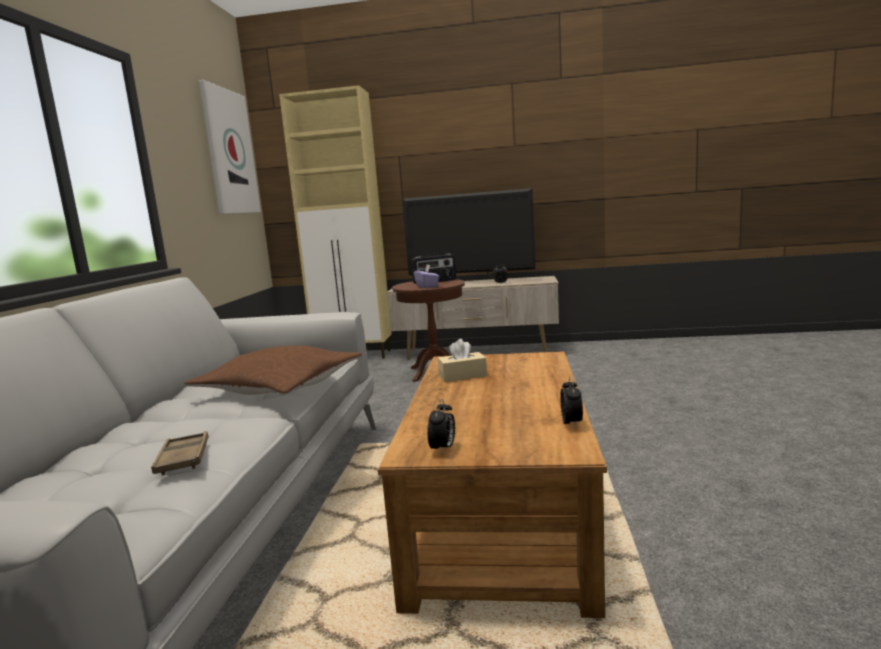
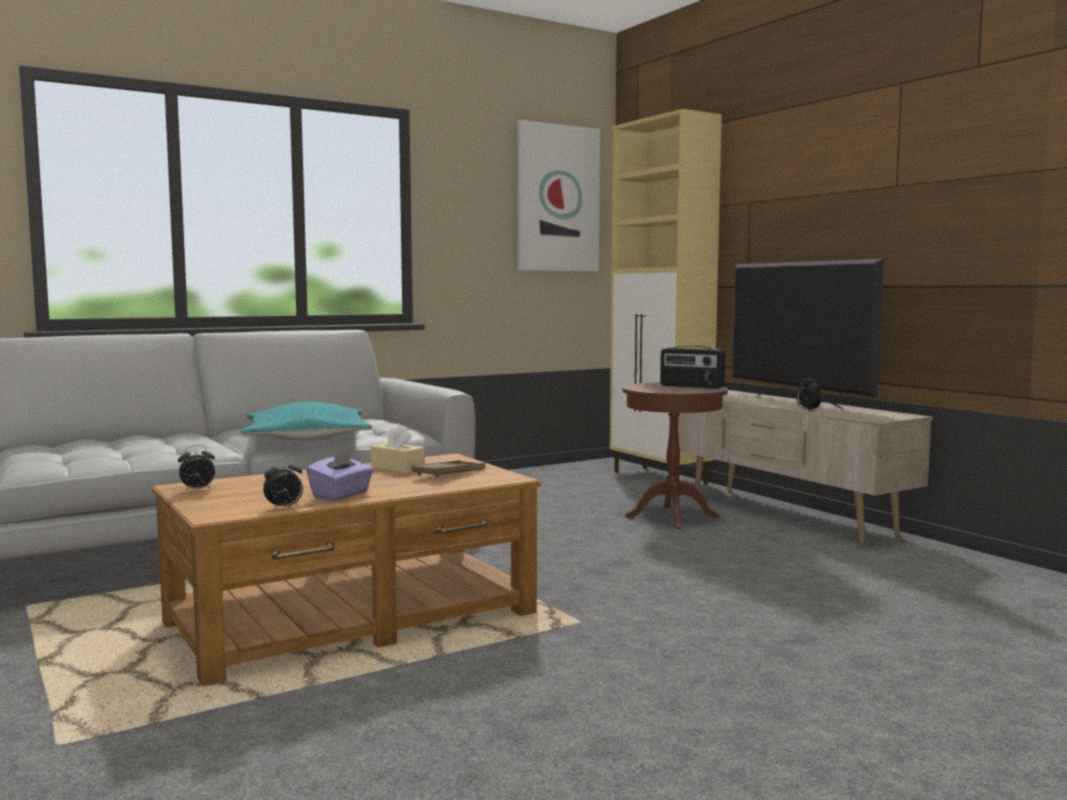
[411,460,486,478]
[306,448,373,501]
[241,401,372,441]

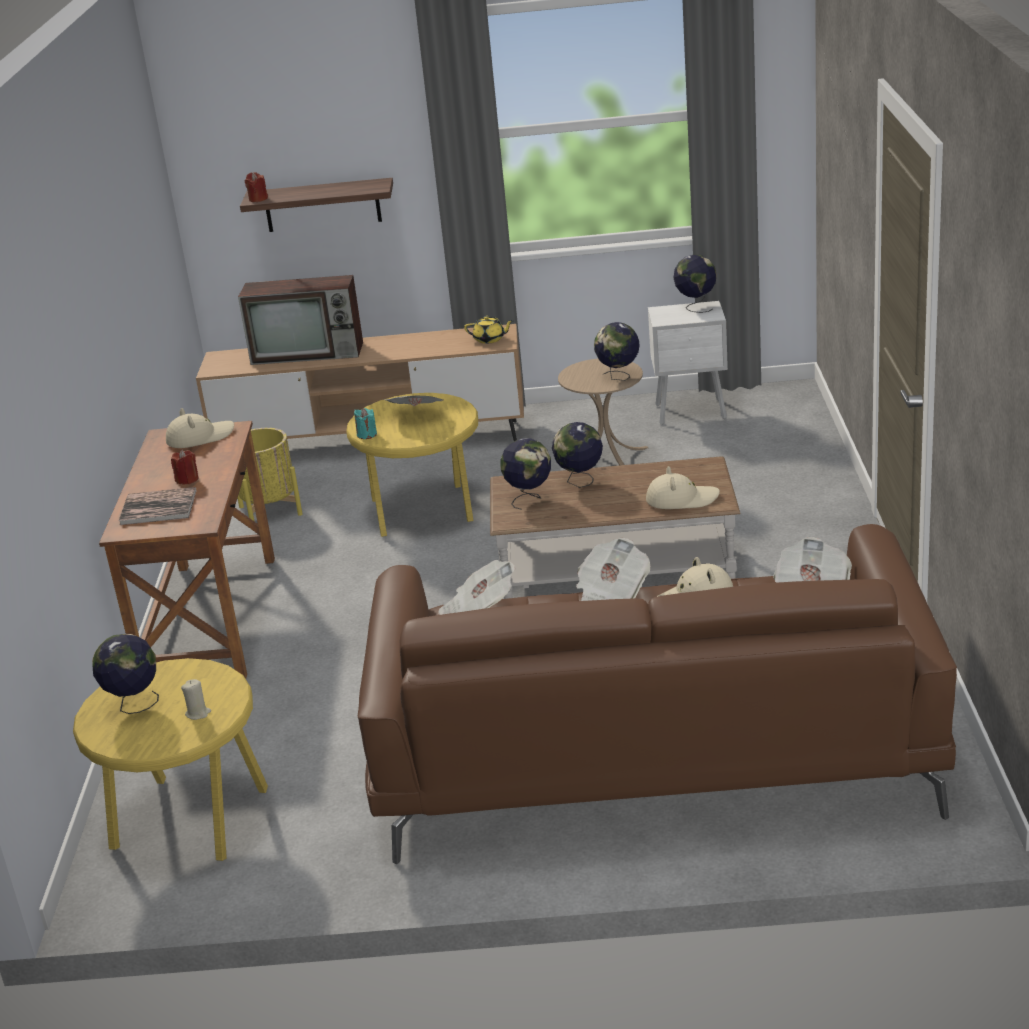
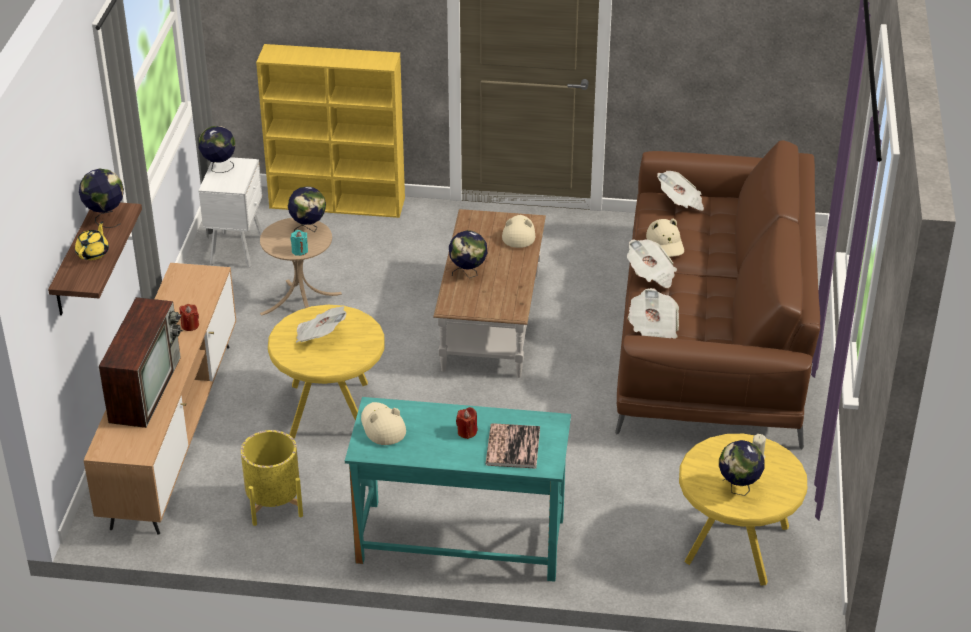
[256,44,405,218]
[180,304,199,331]
[291,230,308,256]
[75,221,109,260]
[79,168,124,228]
[345,397,571,582]

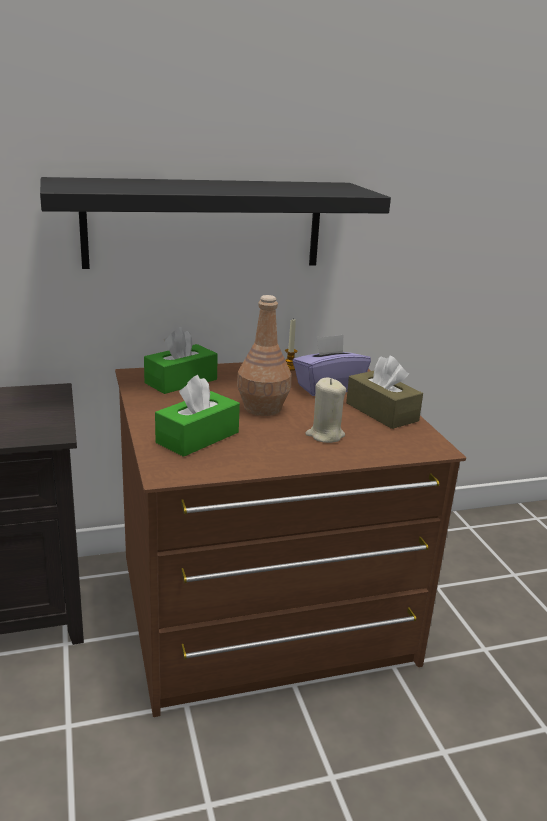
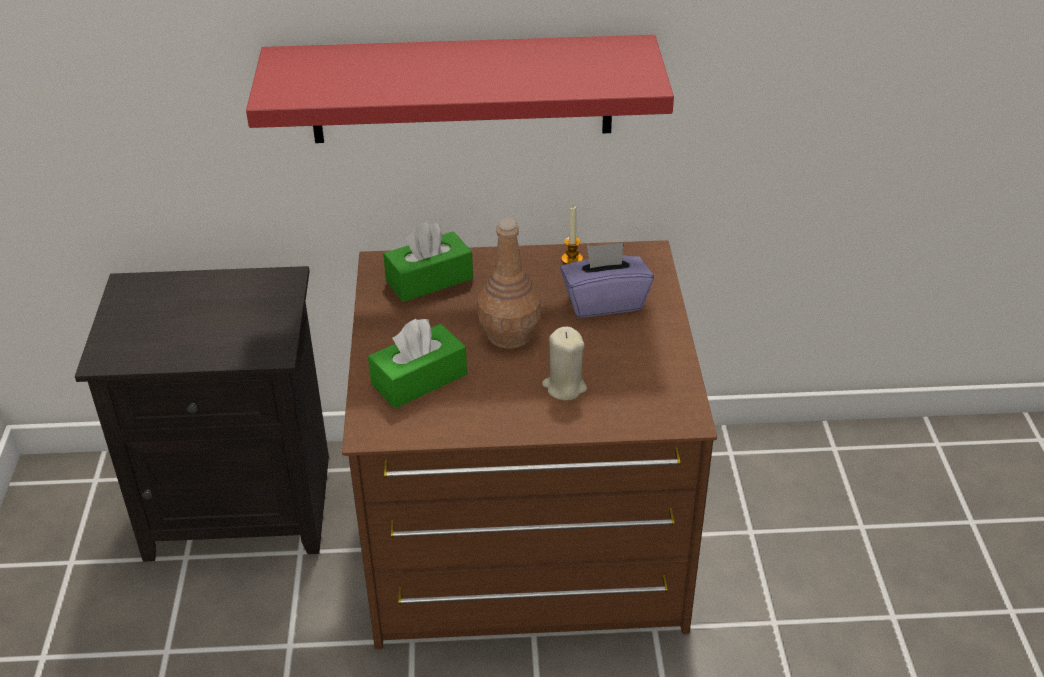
[346,356,423,429] (first image)
[246,35,674,143]

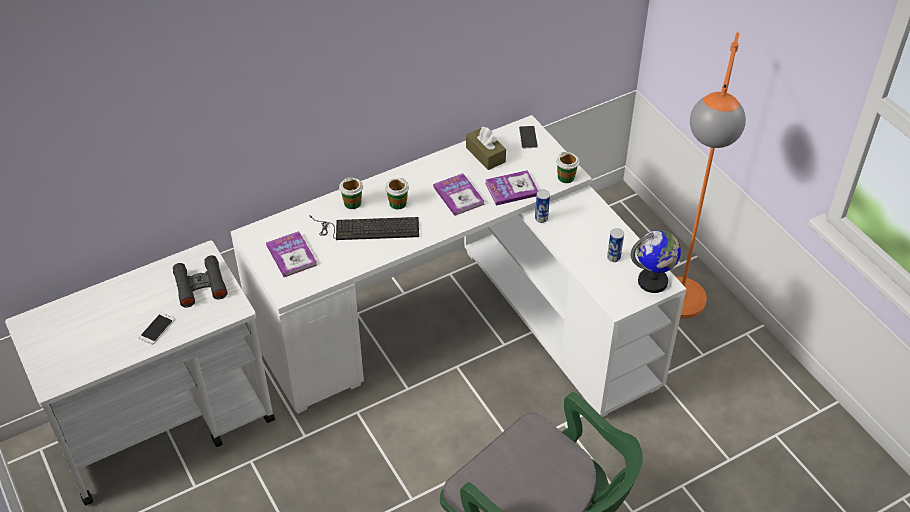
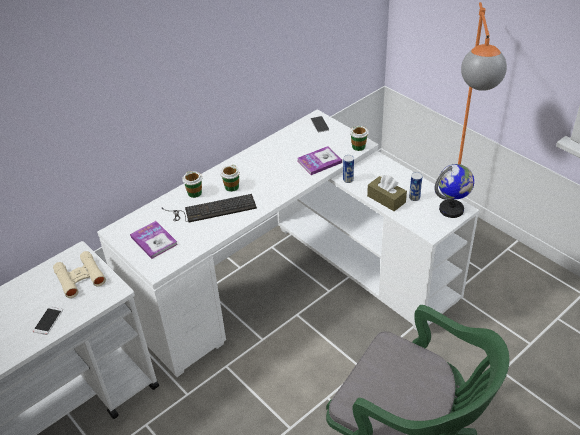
[433,173,485,216] (first image)
[367,175,407,211]
[53,251,106,298]

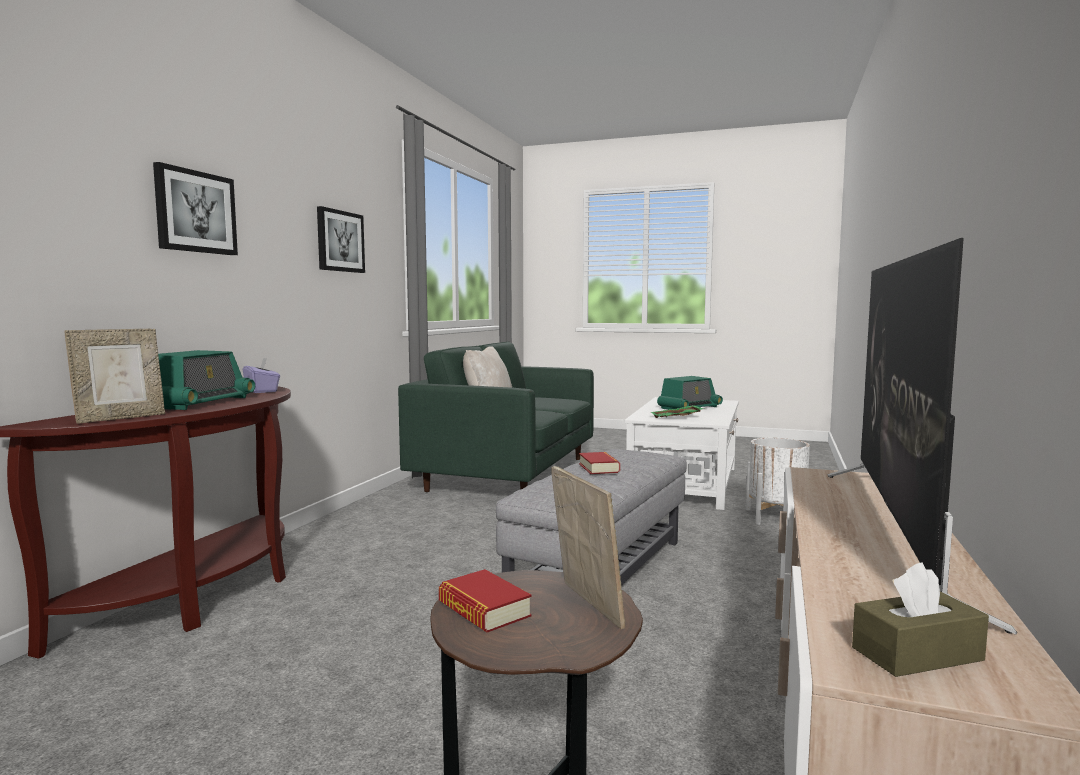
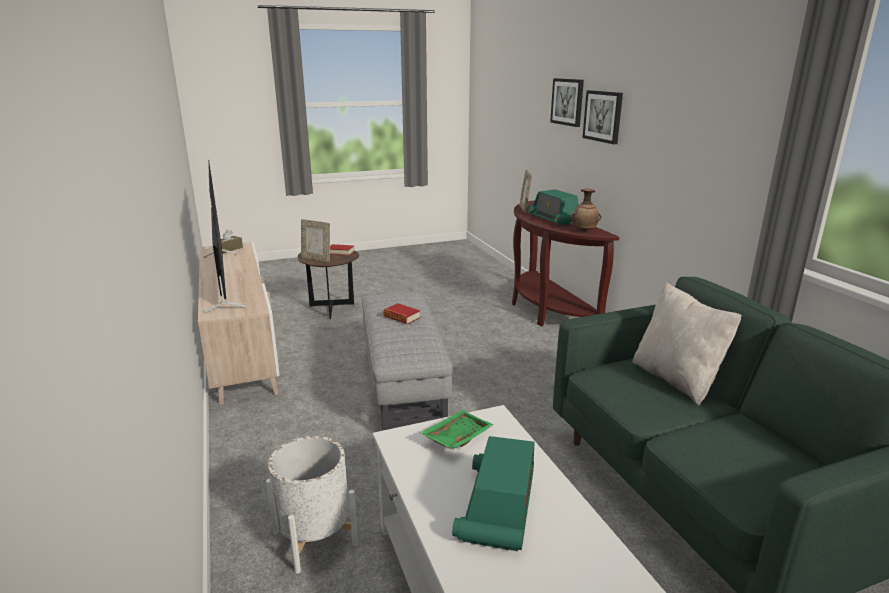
[550,78,584,127]
[570,189,601,232]

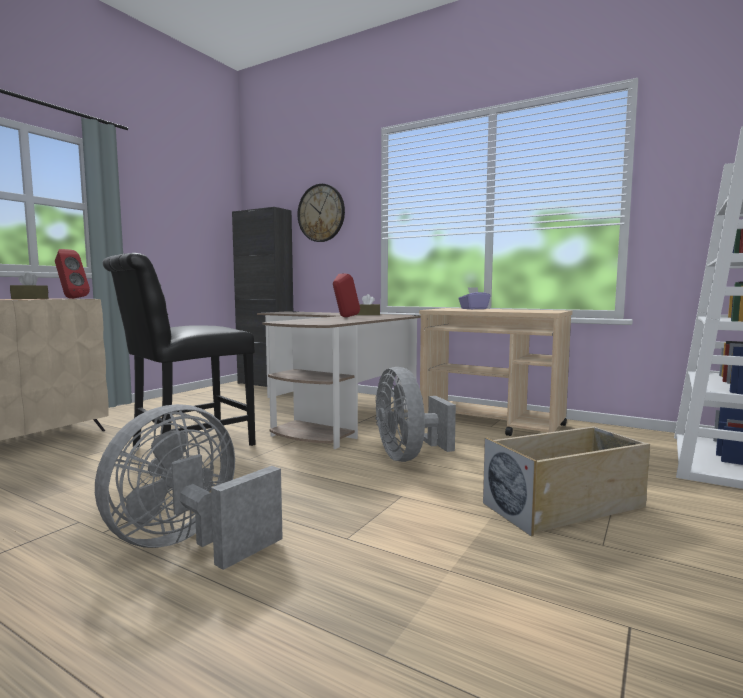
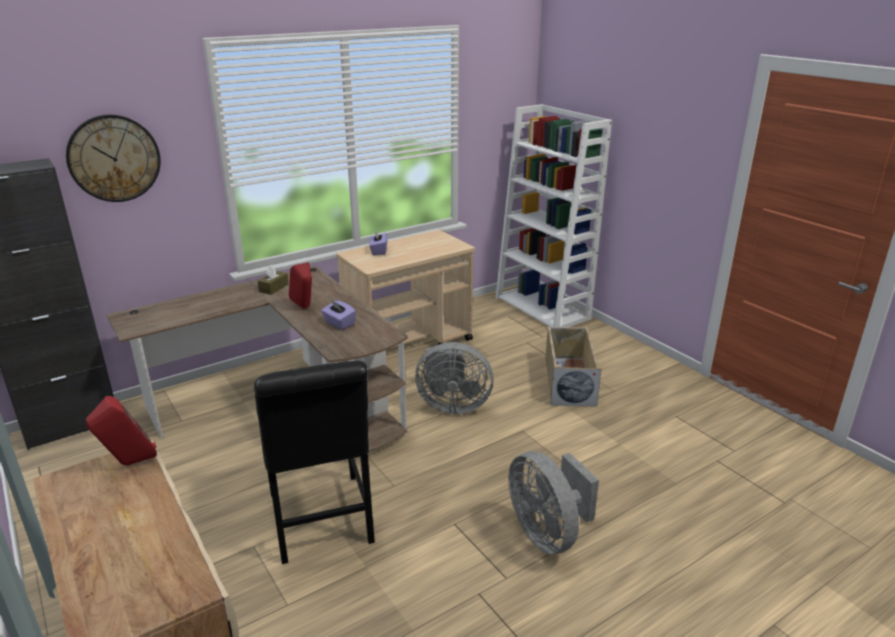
[10,272,48,299] (first image)
[321,300,356,330]

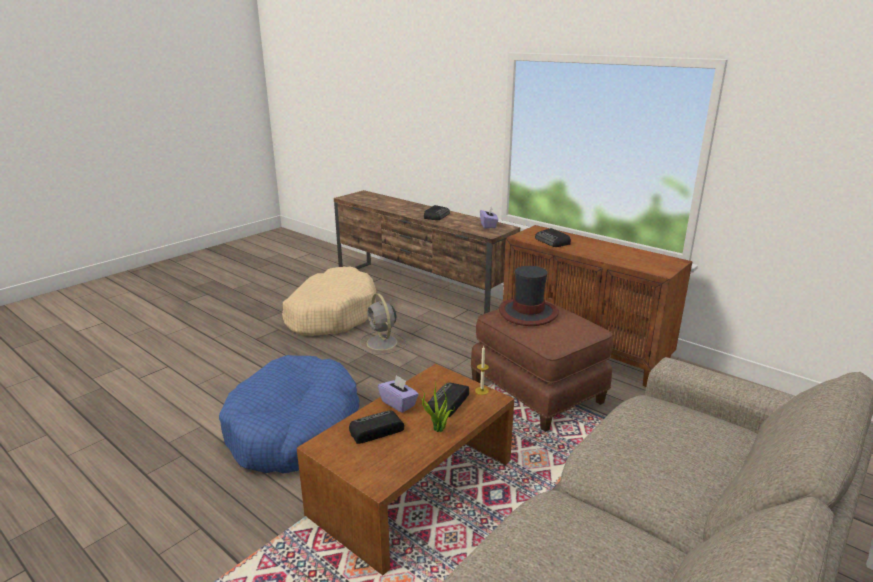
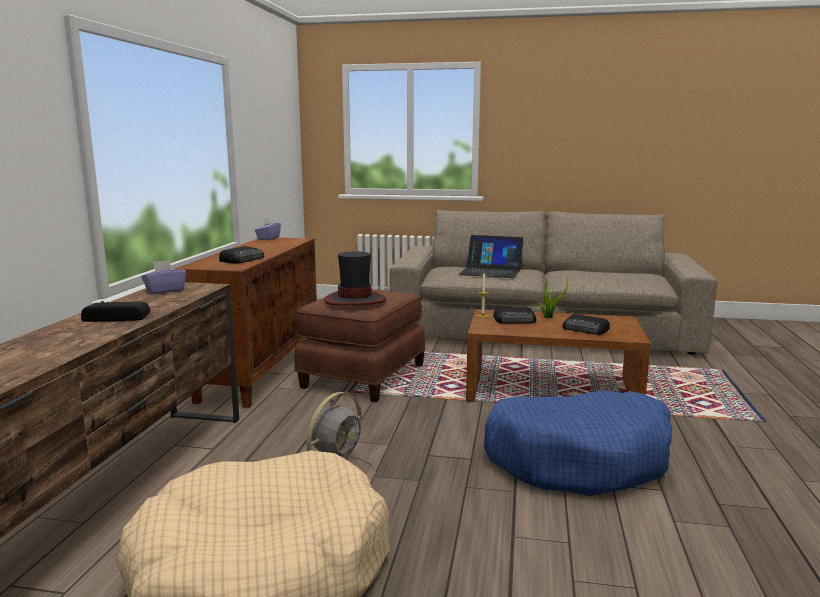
[459,235,524,278]
[255,217,281,240]

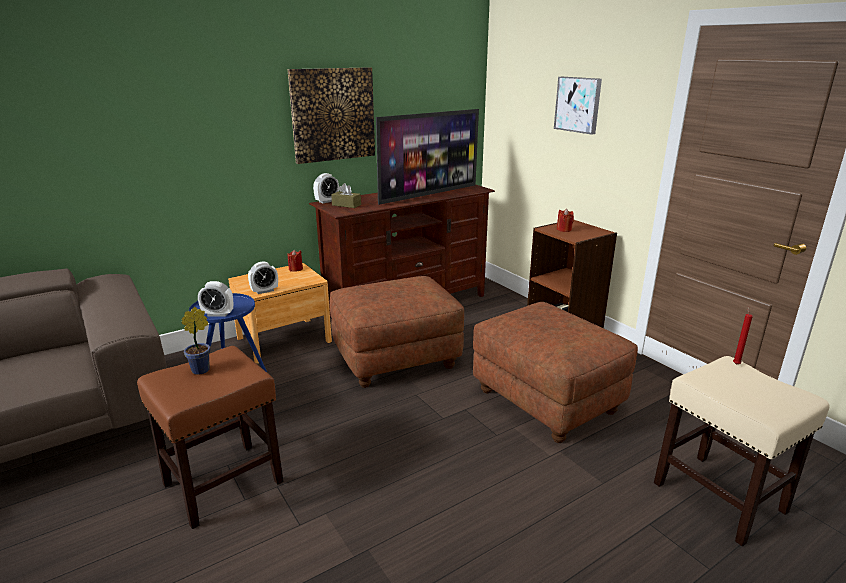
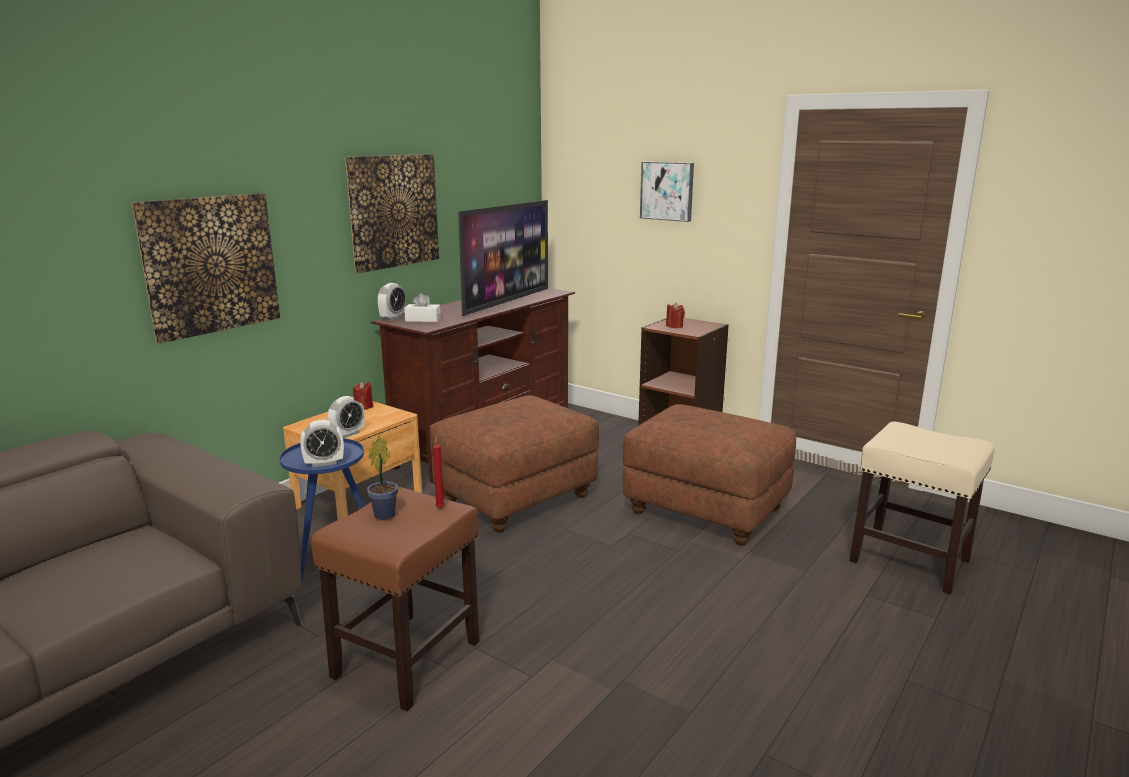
[132,193,280,343]
[433,436,445,509]
[404,293,441,322]

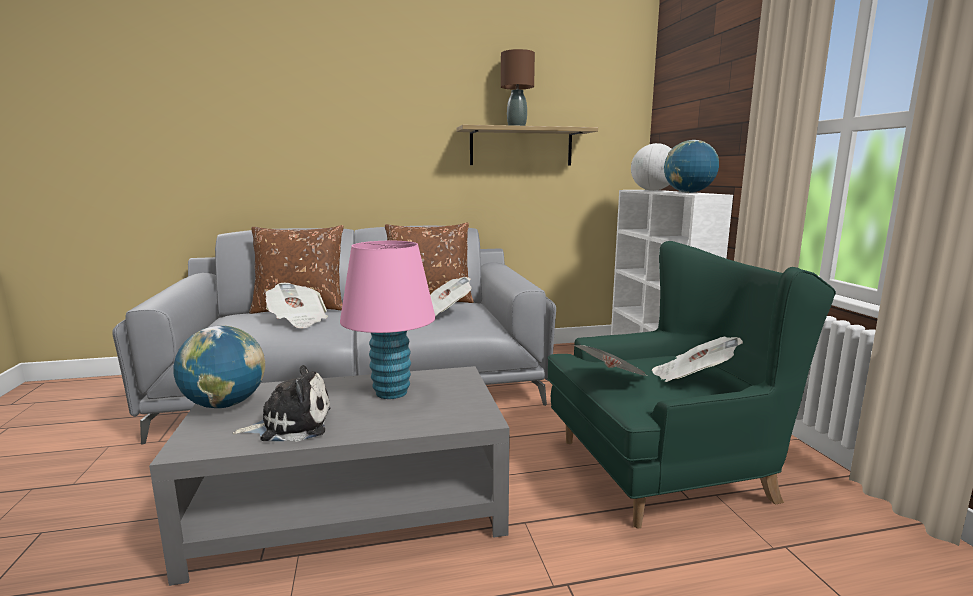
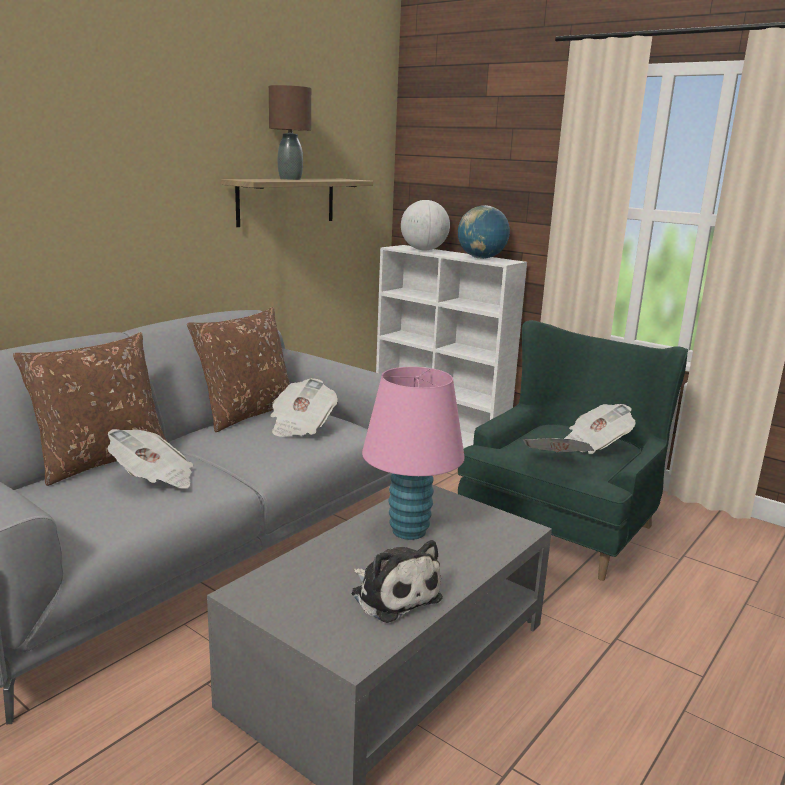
[173,326,265,408] (first image)
[351,540,443,623]

